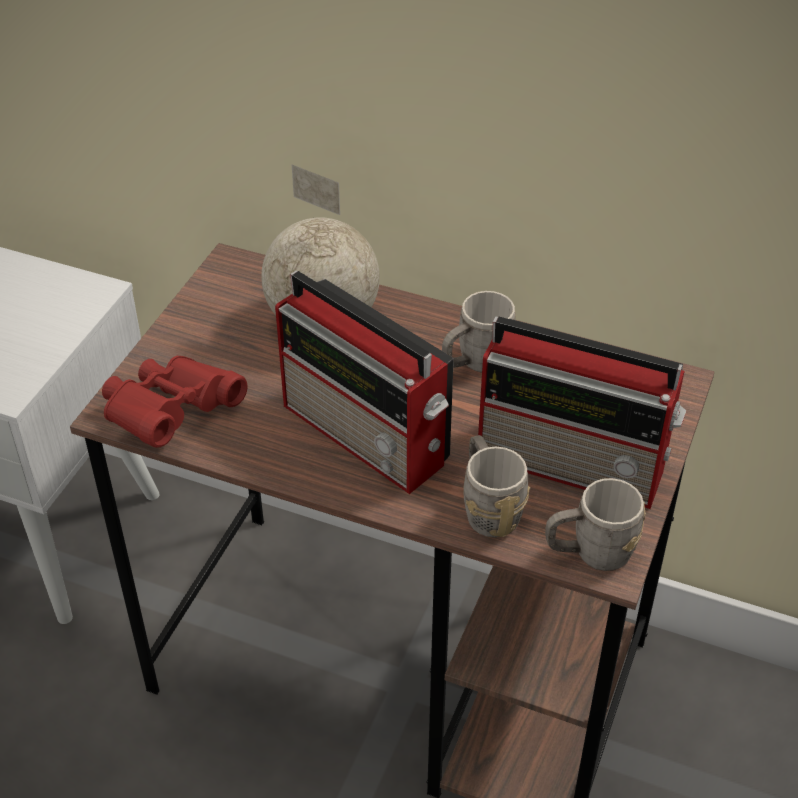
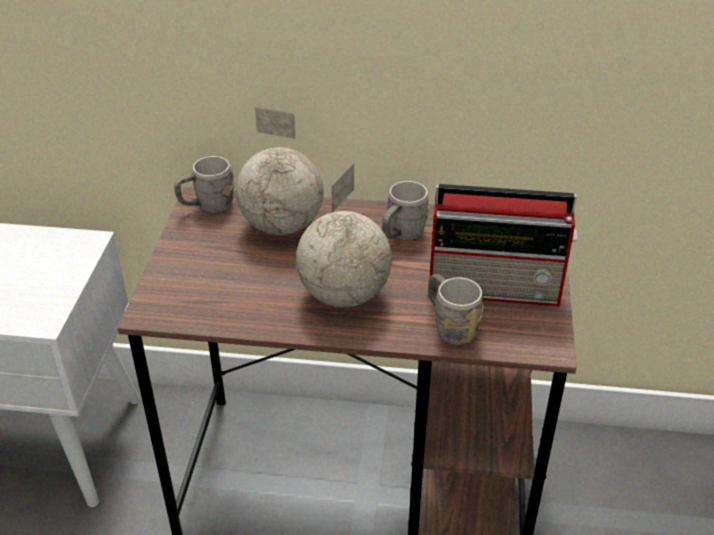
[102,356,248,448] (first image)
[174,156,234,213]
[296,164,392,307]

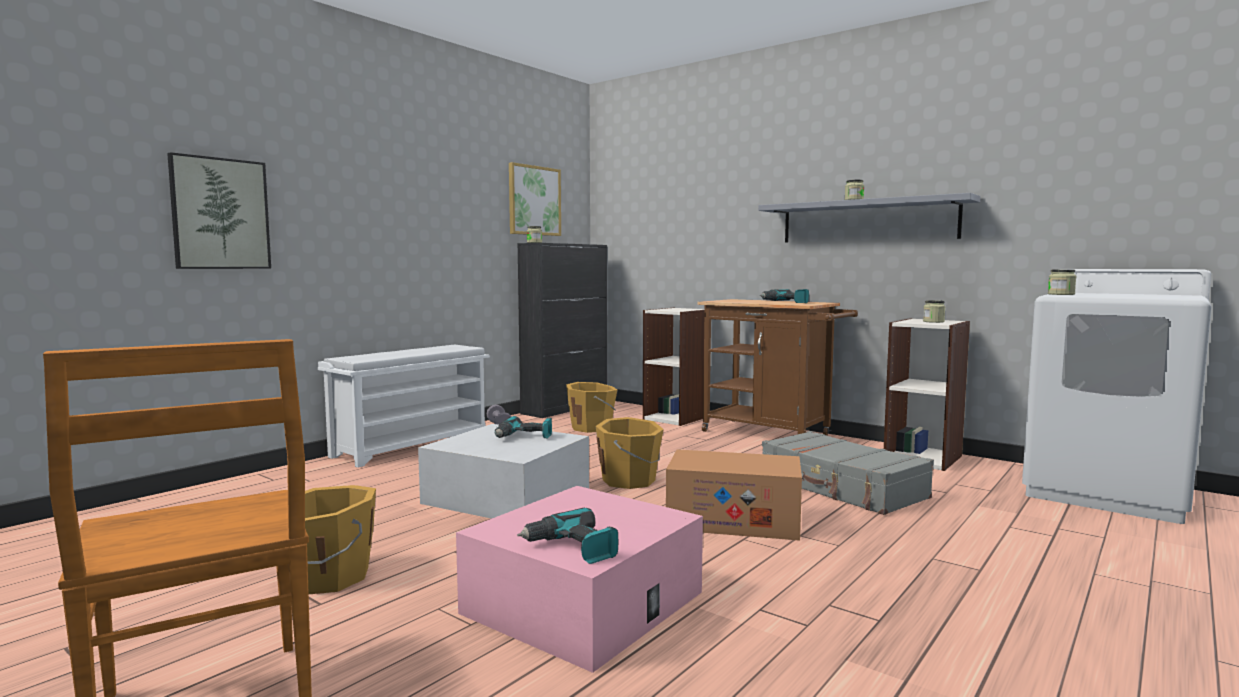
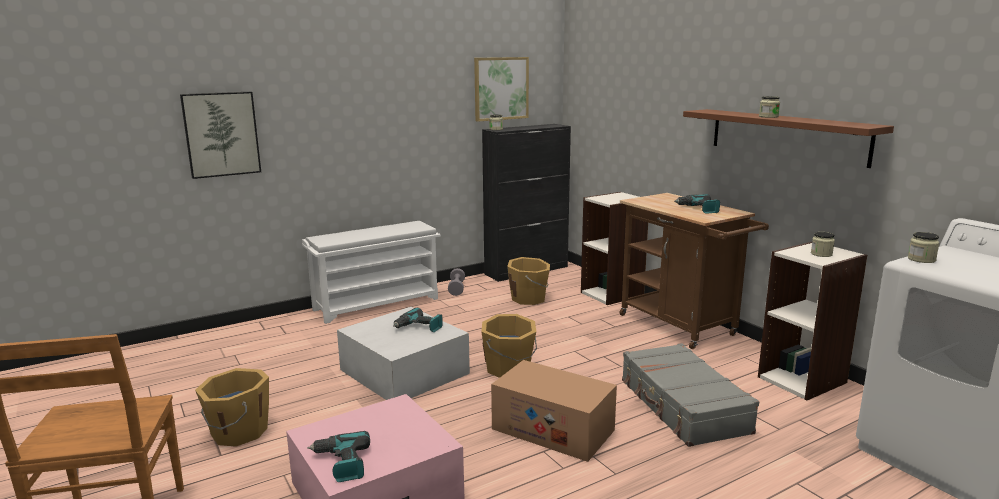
[683,109,894,168]

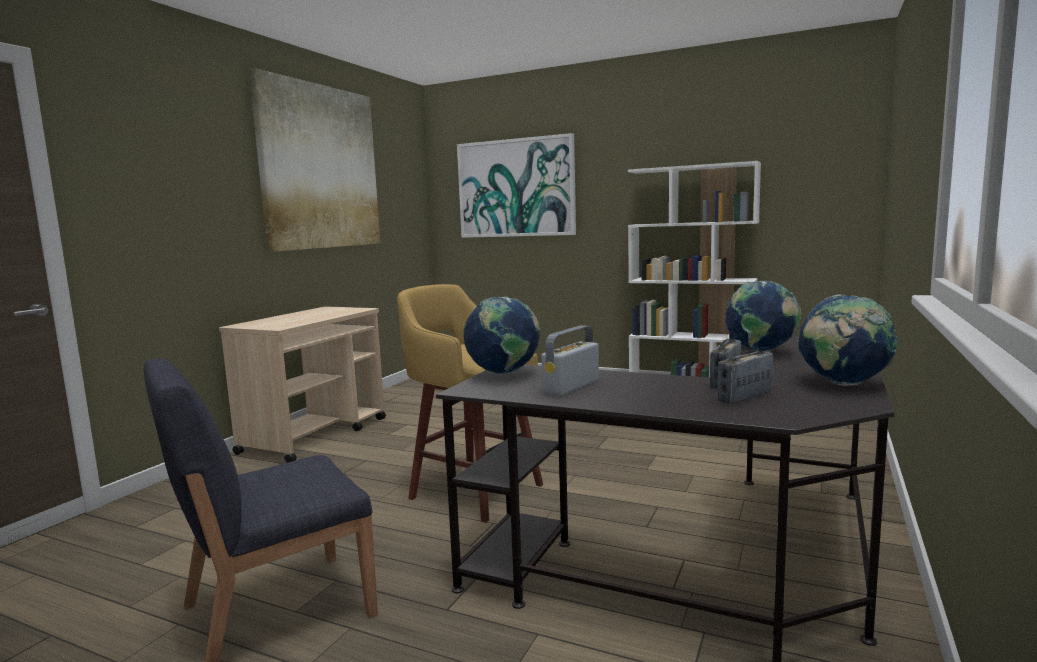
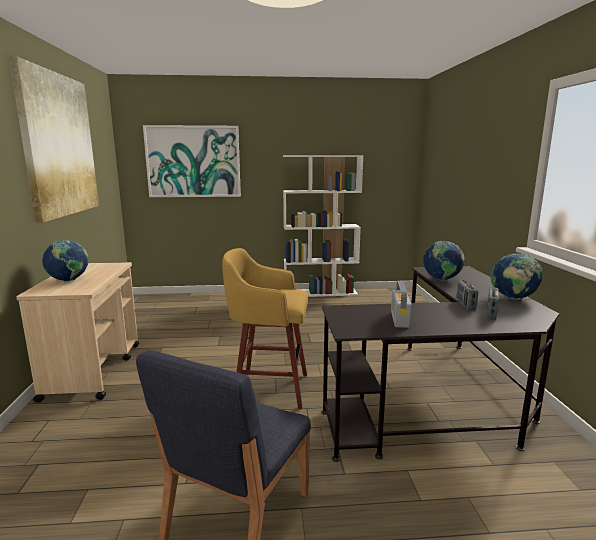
[42,240,89,282]

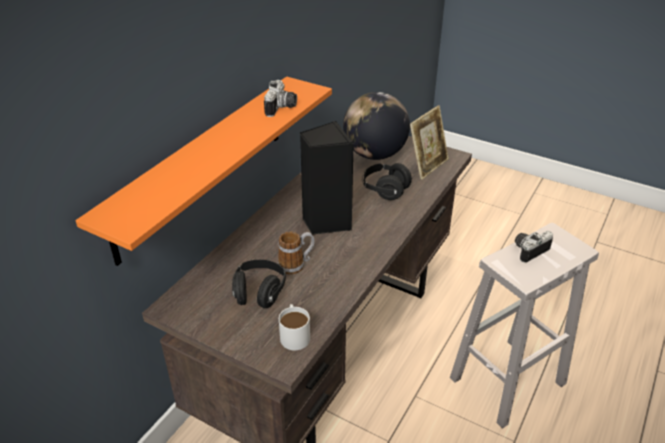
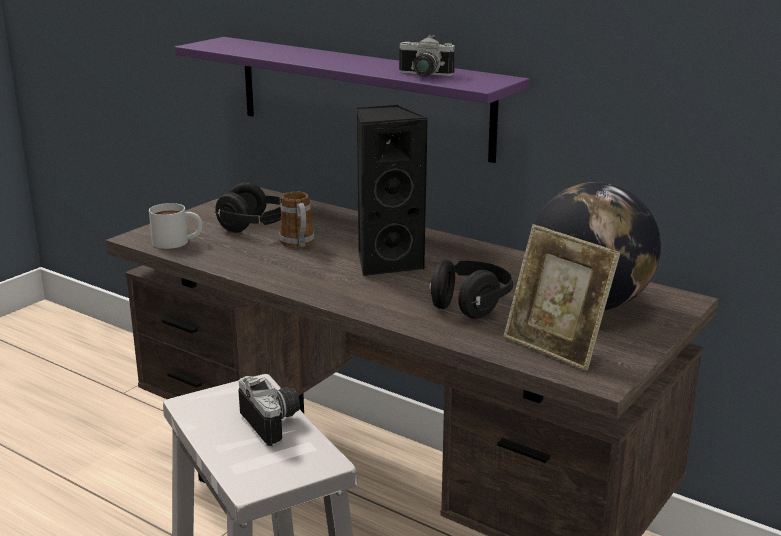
[175,37,530,163]

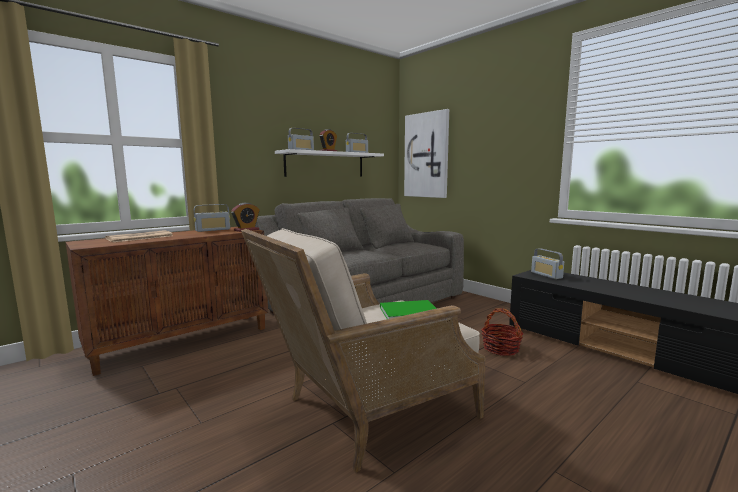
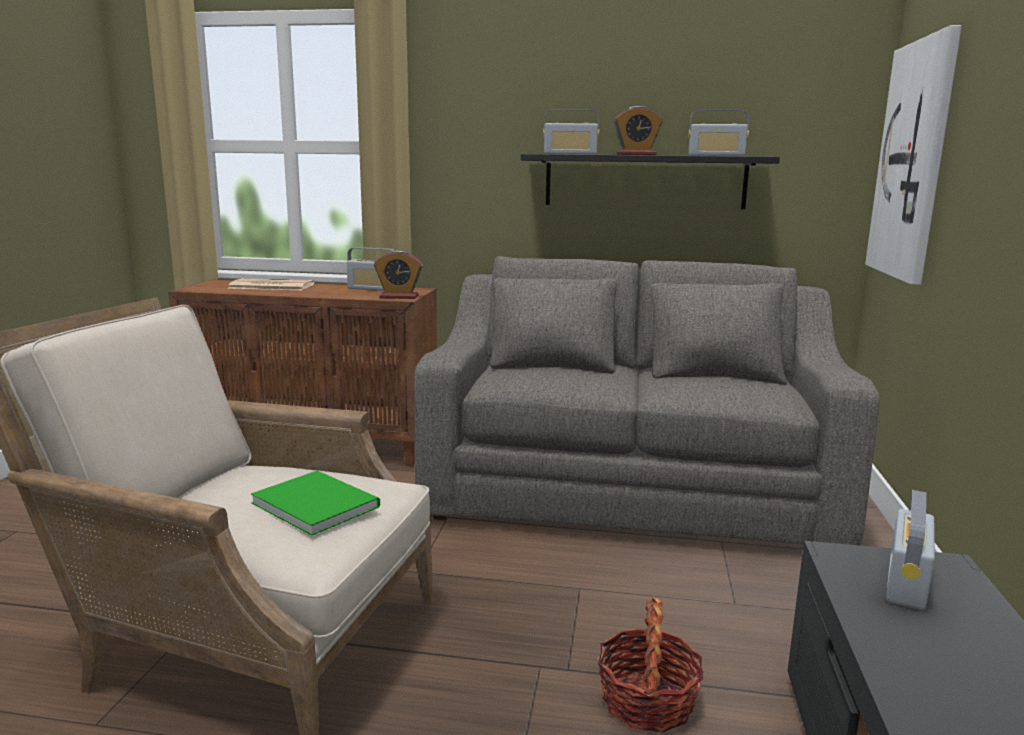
[521,154,780,209]

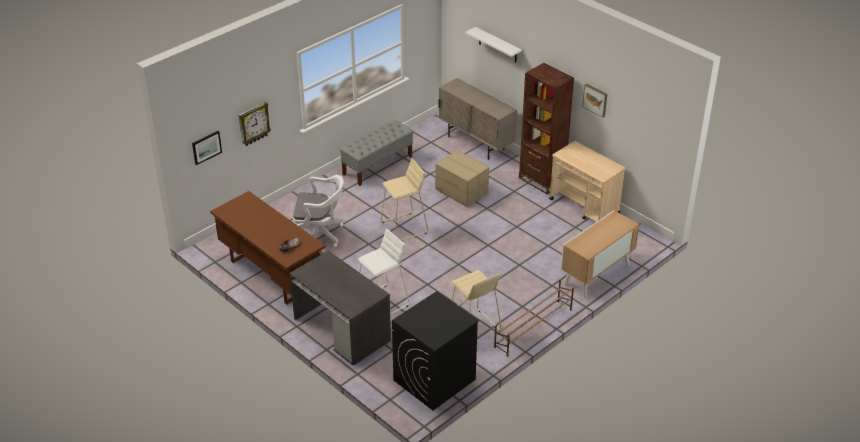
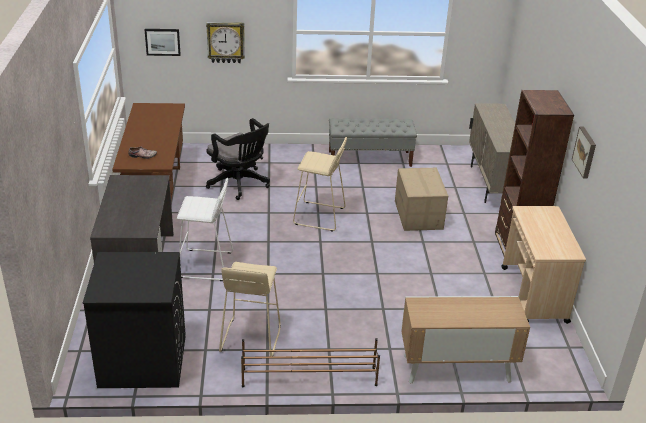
[465,27,522,62] (first image)
[206,118,270,200]

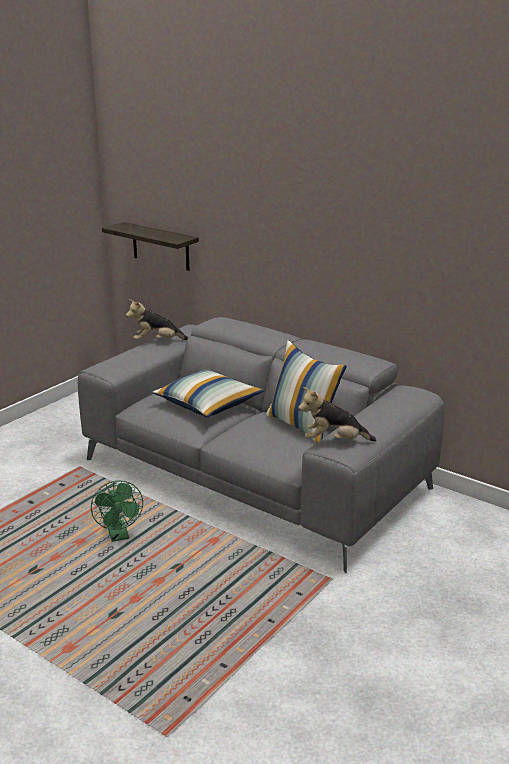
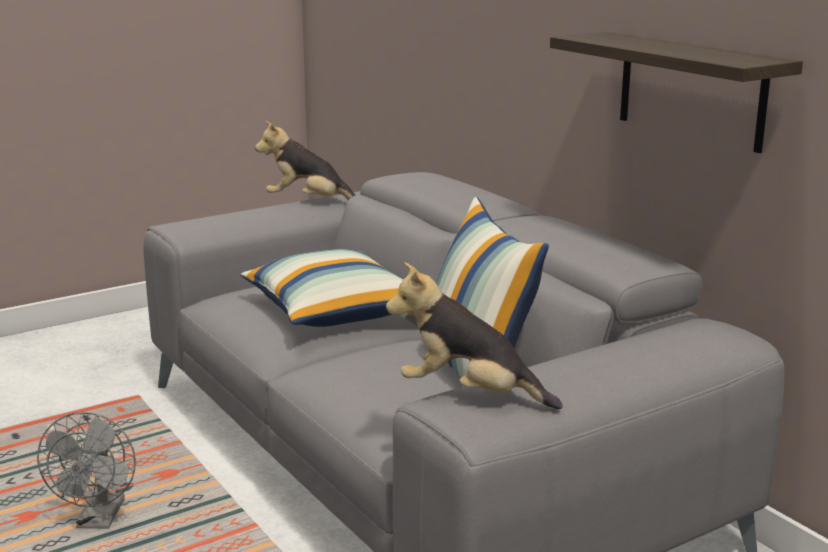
[550,32,803,153]
[37,412,136,529]

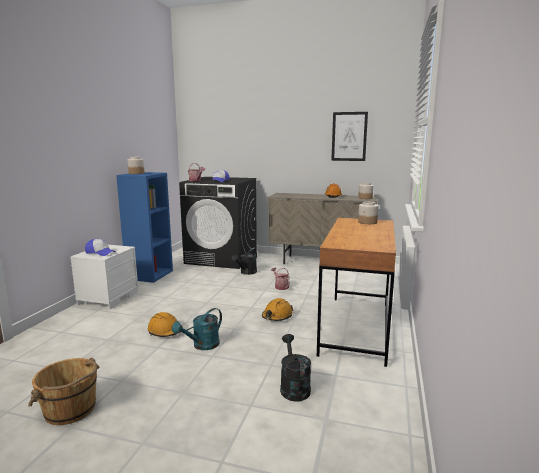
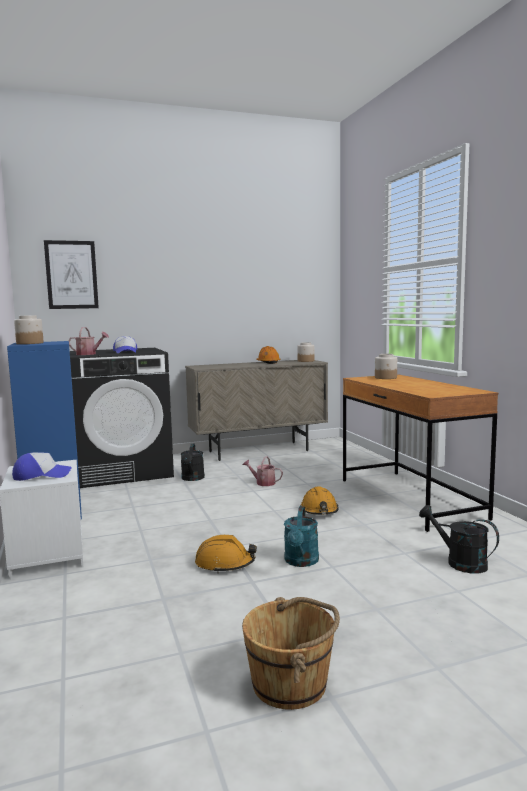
[44,240,99,309]

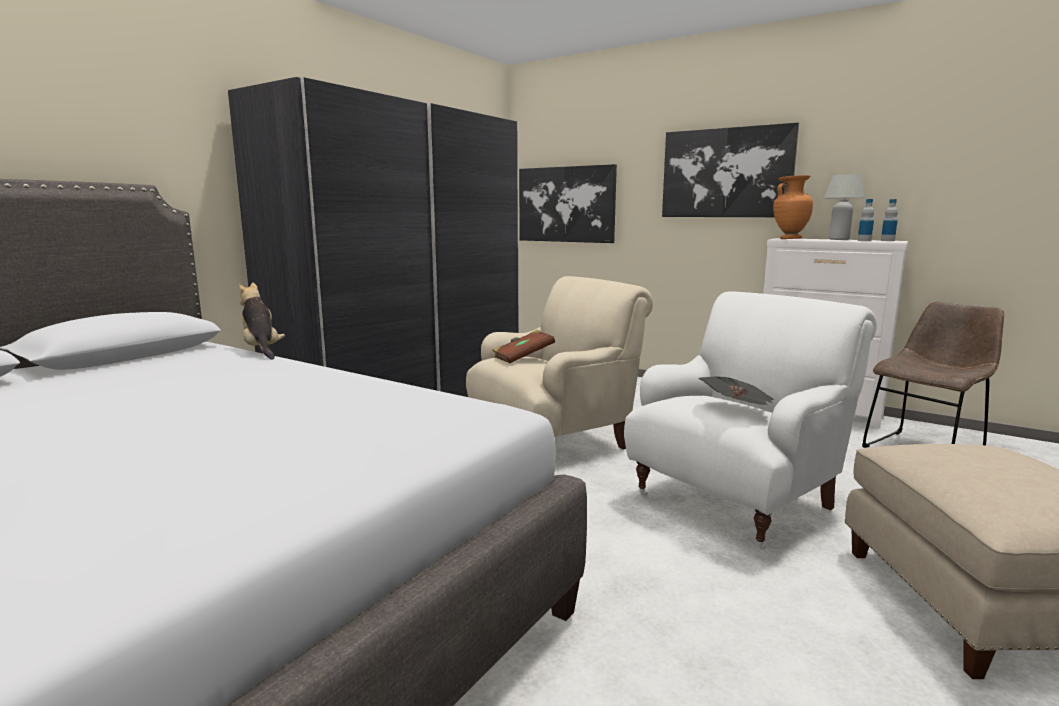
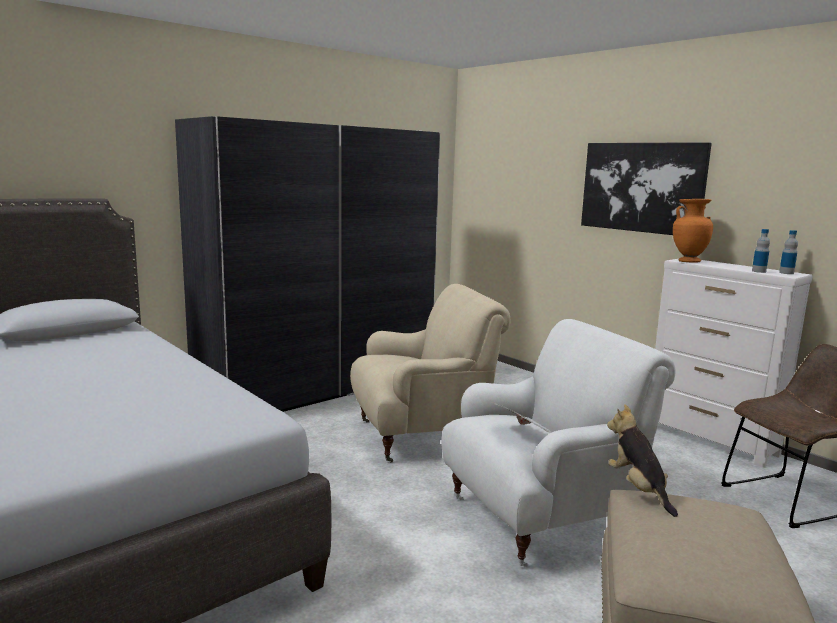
[492,330,555,363] (first image)
[519,164,617,243] (first image)
[824,175,865,240] (first image)
[607,404,678,517]

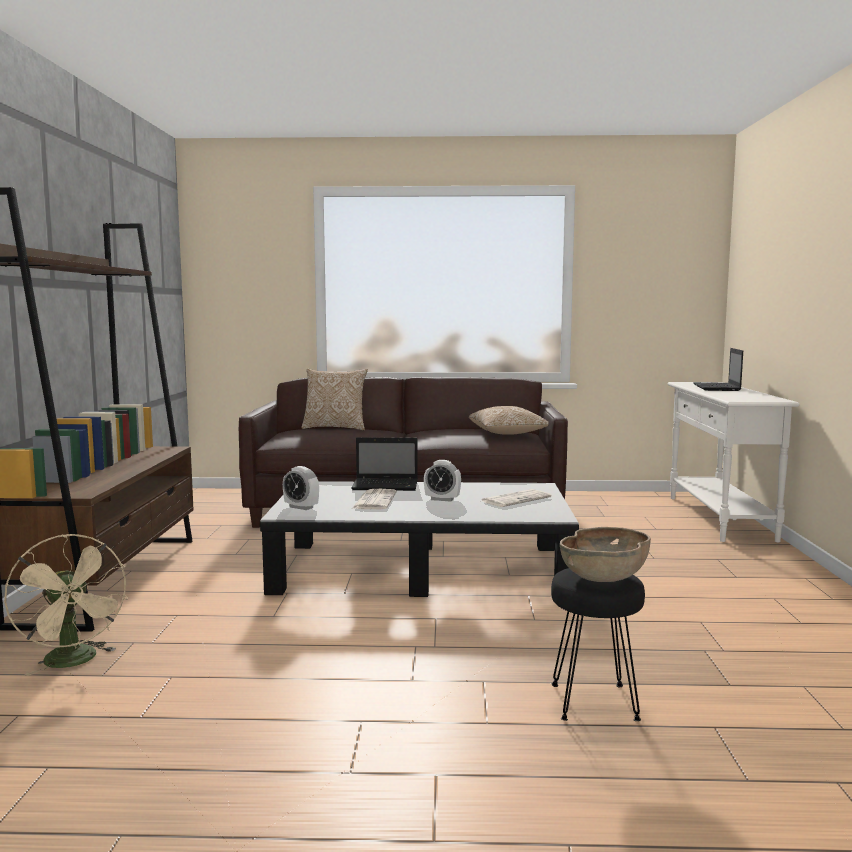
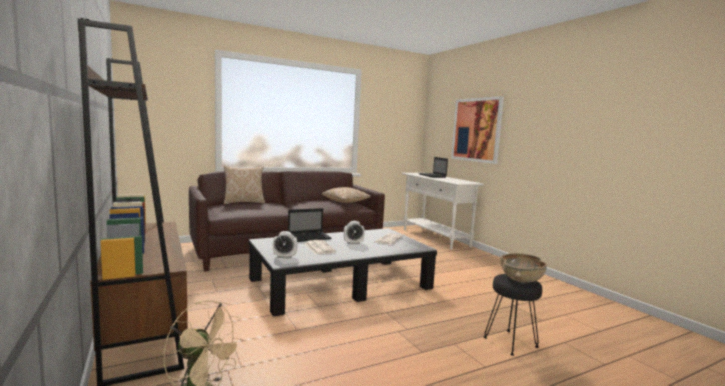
[451,96,504,164]

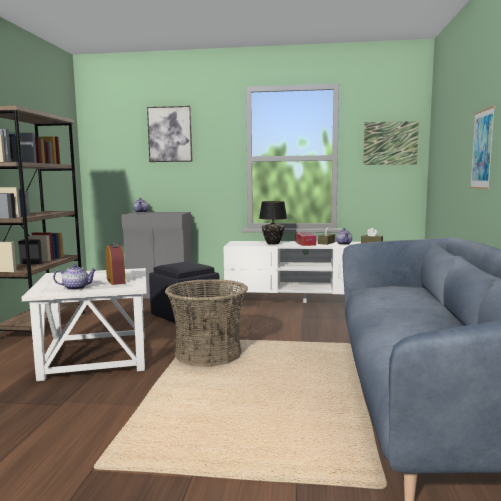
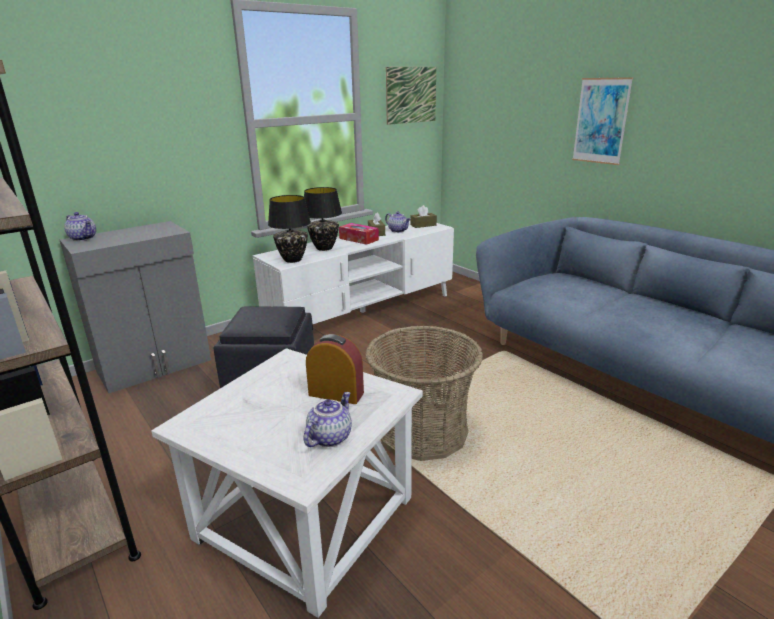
[147,106,193,162] (first image)
[268,195,311,263]

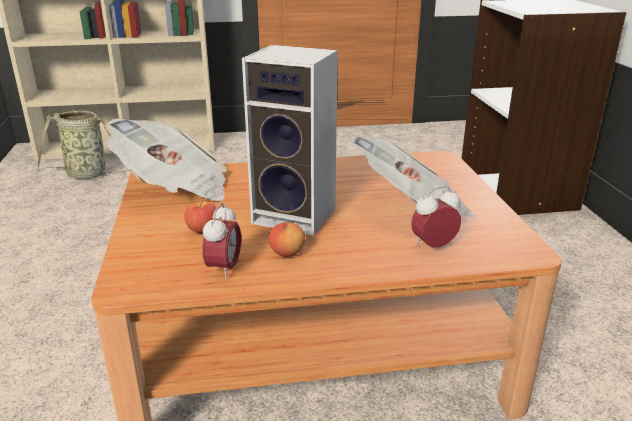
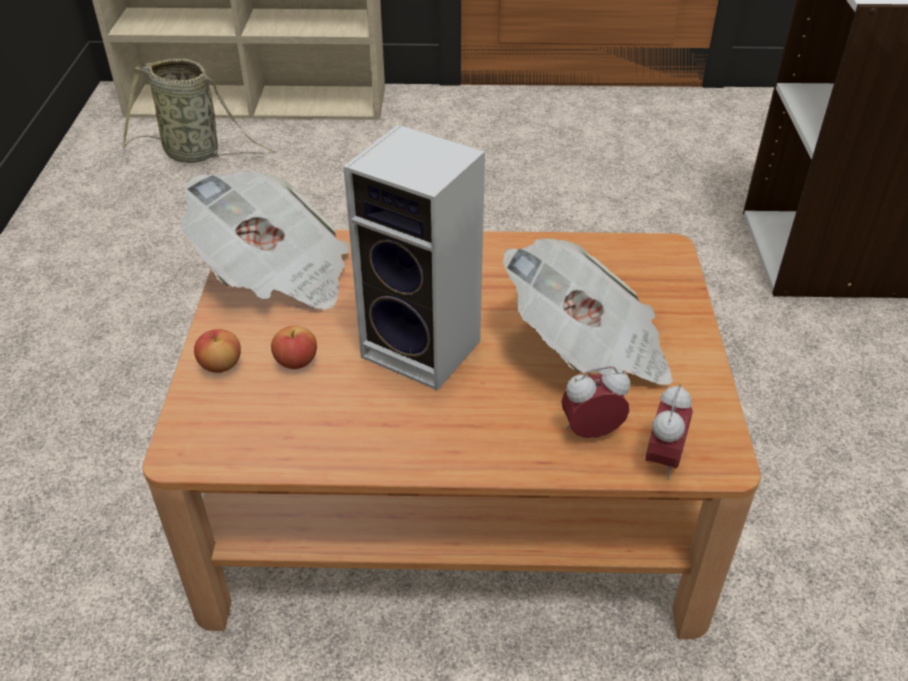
[646,384,693,480]
[194,329,241,373]

